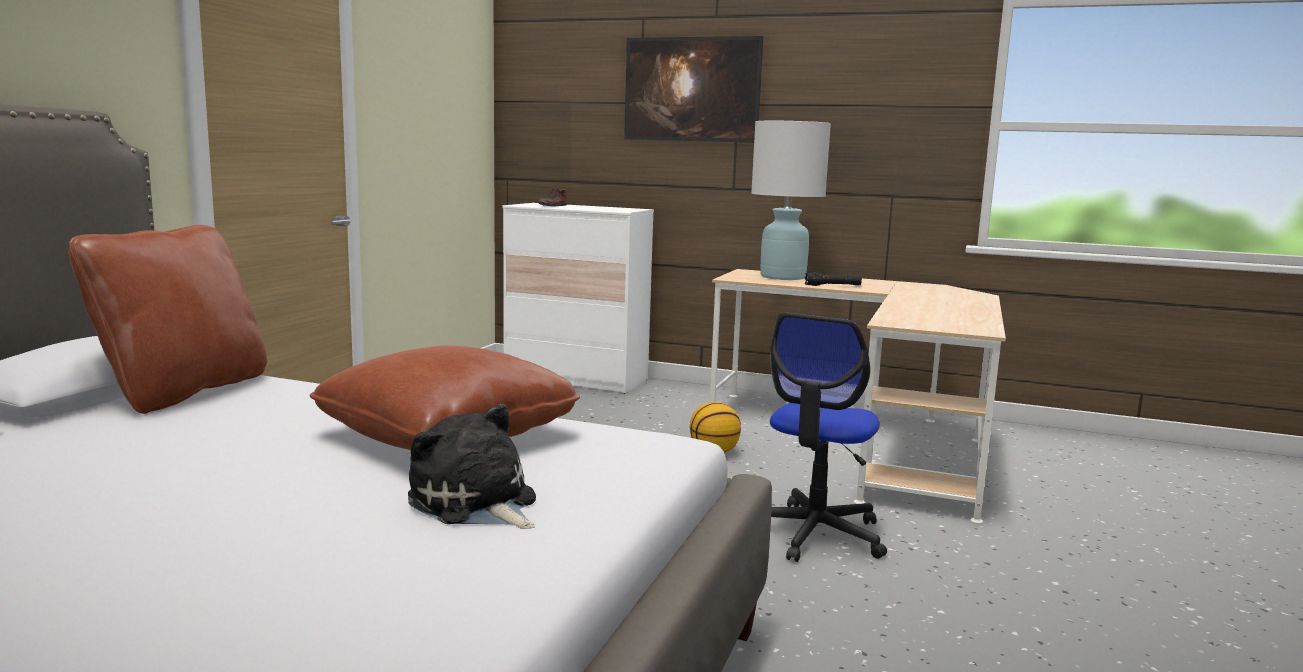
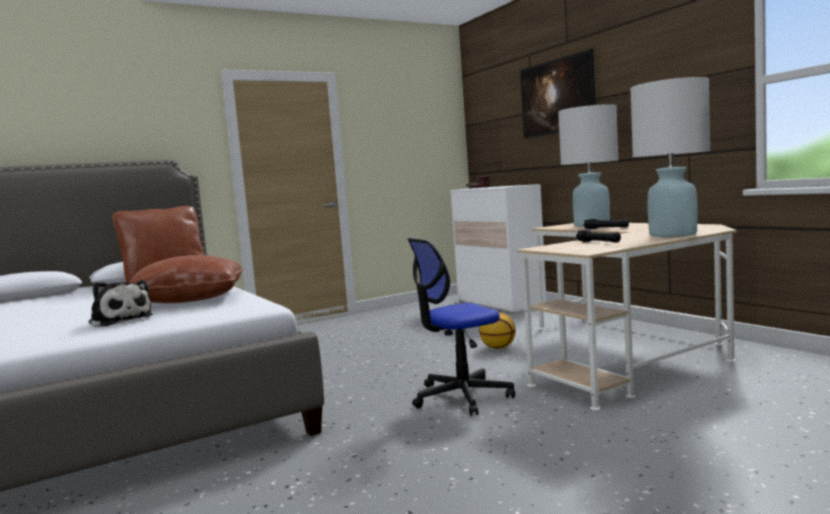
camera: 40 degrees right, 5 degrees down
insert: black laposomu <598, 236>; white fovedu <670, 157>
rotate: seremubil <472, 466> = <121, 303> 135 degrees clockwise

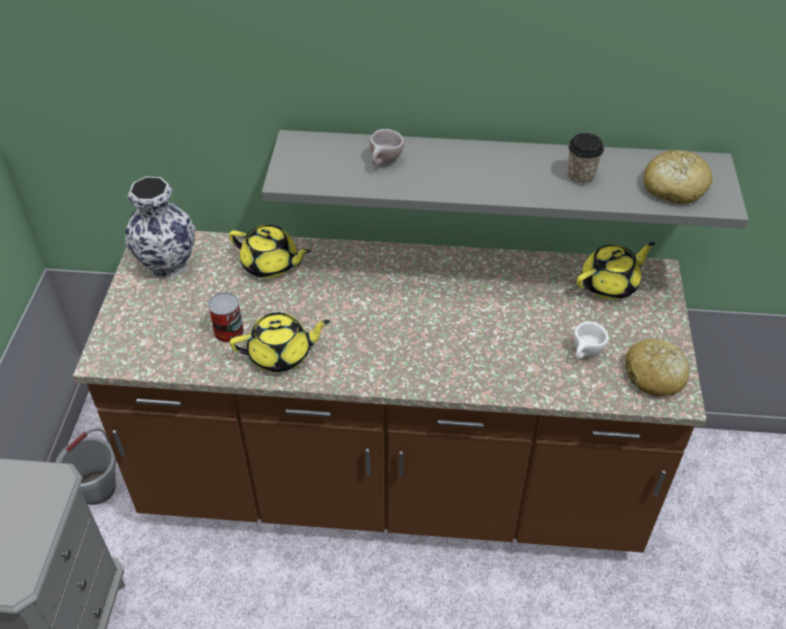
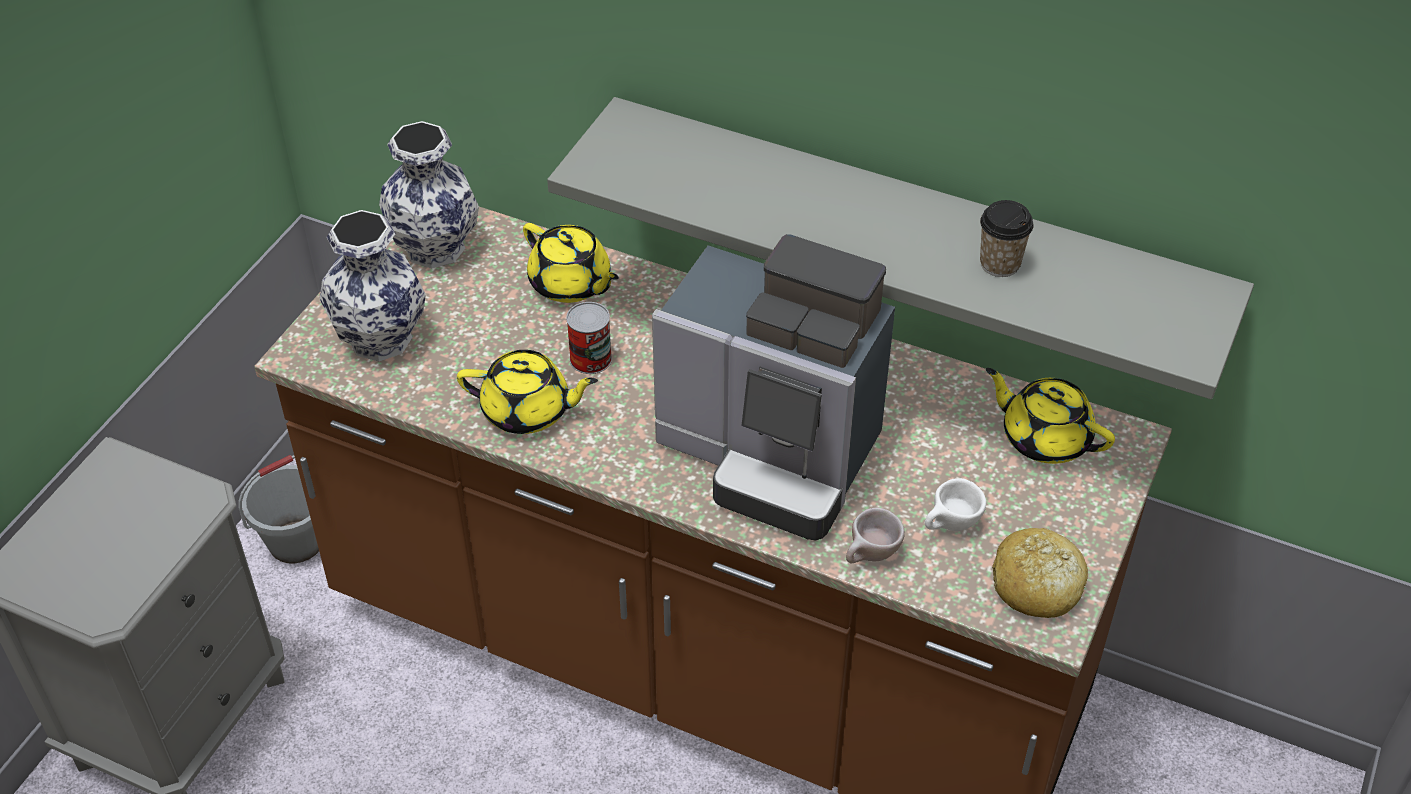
camera: 20 degrees right, 0 degrees up
delete: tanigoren <678, 177>
insert: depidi <373, 285>; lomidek <773, 387>
move: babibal <226, 317> to <589, 338>; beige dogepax <387, 147> to <875, 535>
rotate: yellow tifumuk <616, 270> = <1050, 416> 135 degrees counterclockwise

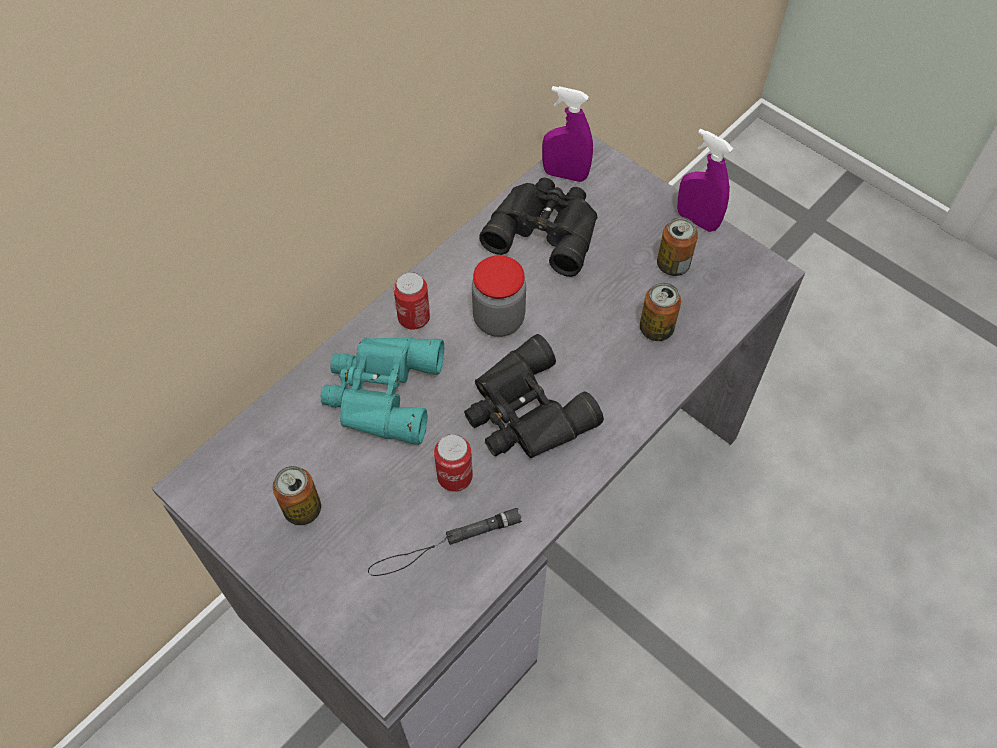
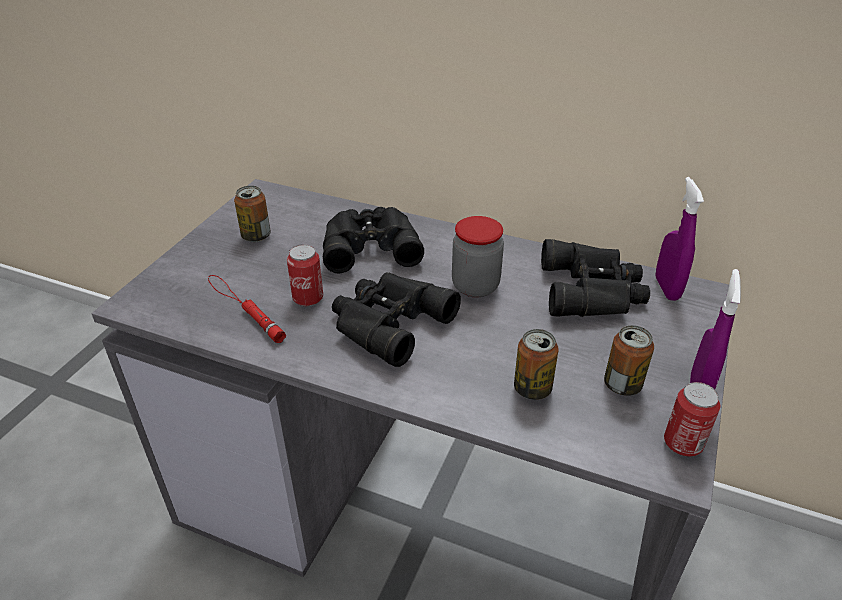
camera: 70 degrees right, 20 degrees down
move: babibal <412, 301> to <692, 419>
recolor: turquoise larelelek <382, 391> to black larelelek <373, 240>; black laposomu <445, 542> to red laposomu <247, 309>

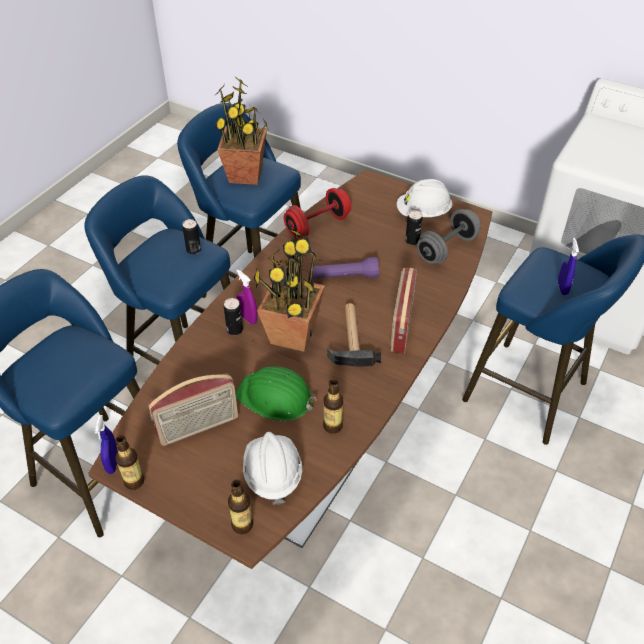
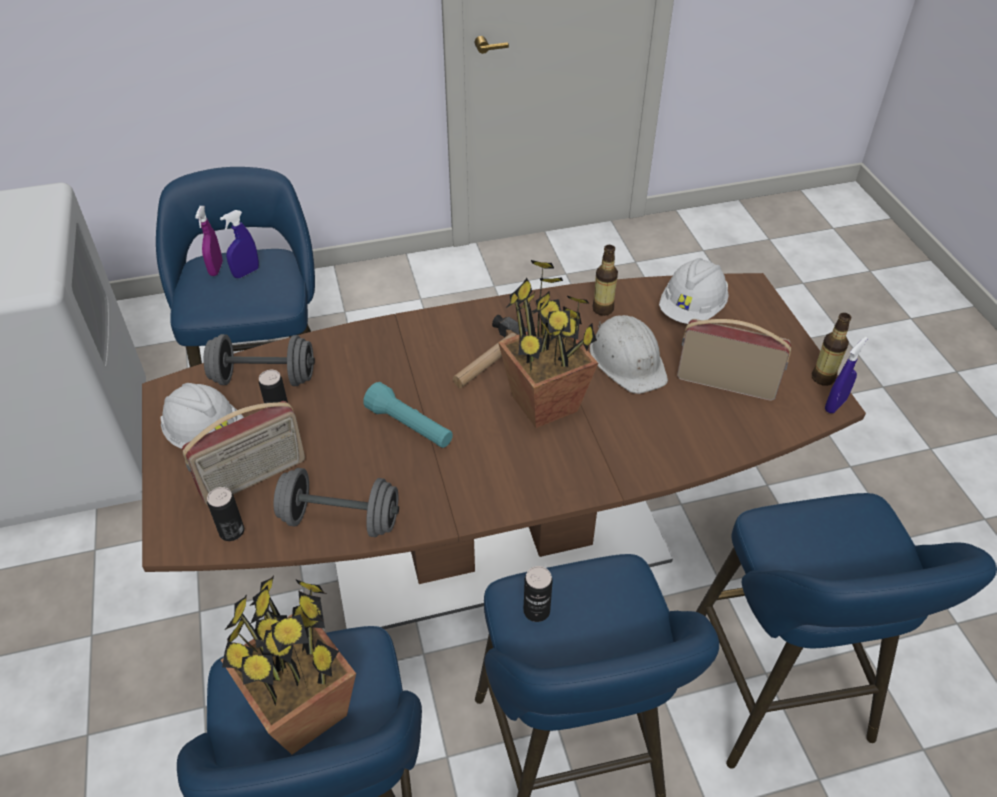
camera: 135 degrees left, 0 degrees up
delete: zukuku <240, 507>
move: babibal <233, 316> to <225, 514>; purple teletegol <247, 297> to <209, 241>; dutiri <404, 311> to <243, 453>
recolor: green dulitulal <276, 393> to white dulitulal <629, 354>; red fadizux <317, 213> to grey fadizux <336, 502>; purple laposomu <345, 268> to turquoise laposomu <408, 415>

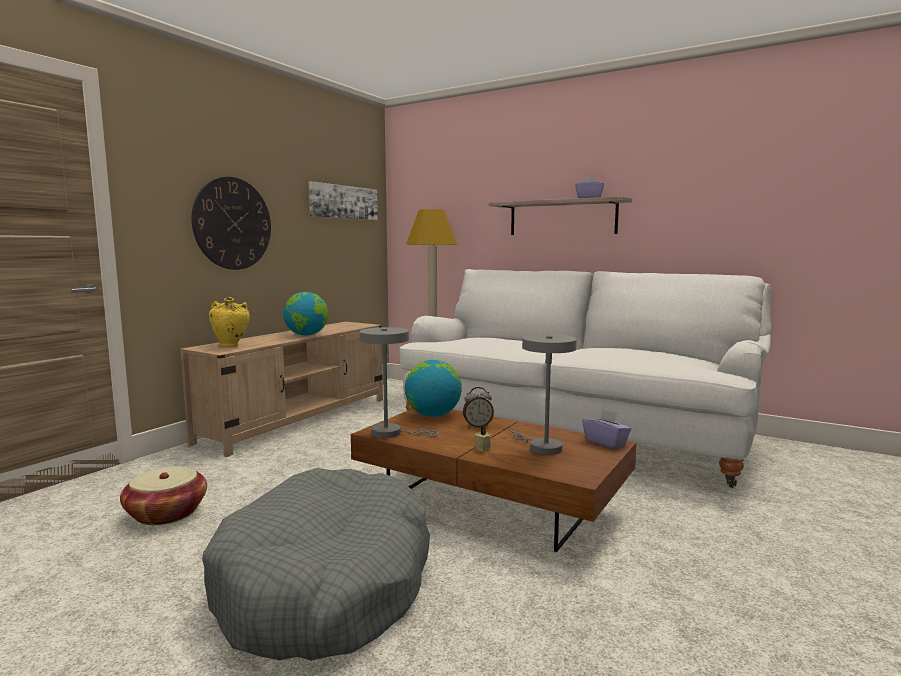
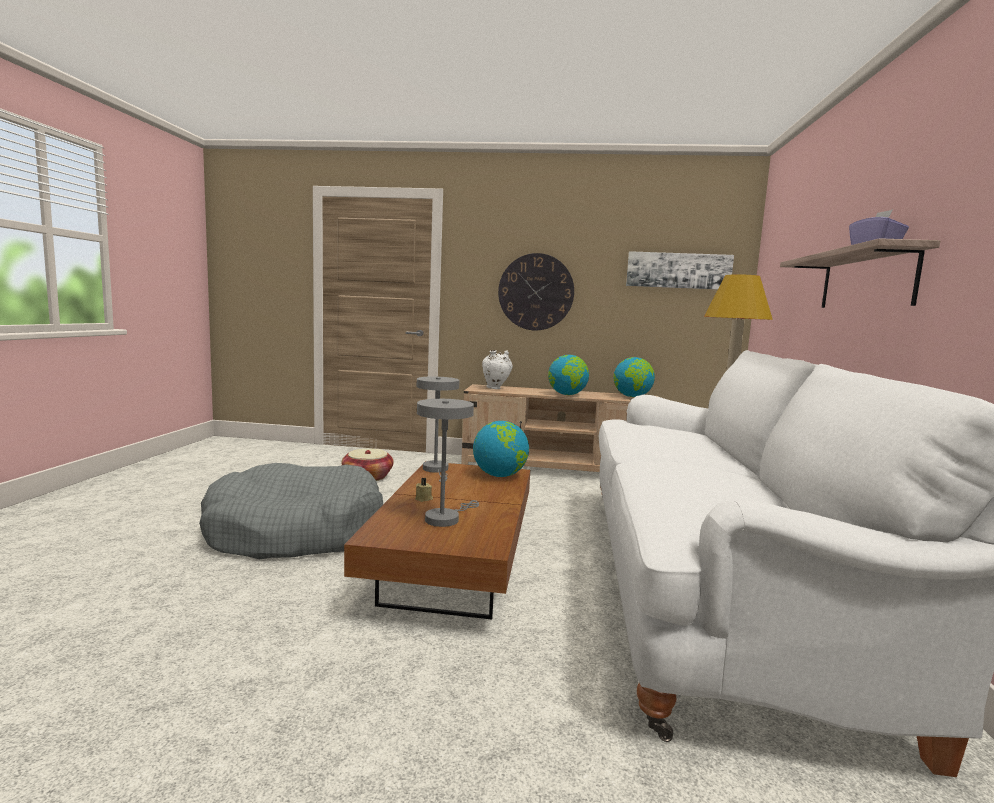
camera: 65 degrees right, 0 degrees up
delete: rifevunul <478, 407>; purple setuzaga <606, 428>
insert: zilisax <634, 377>
recolor: yellow depidi <229, 321> to white depidi <497, 369>

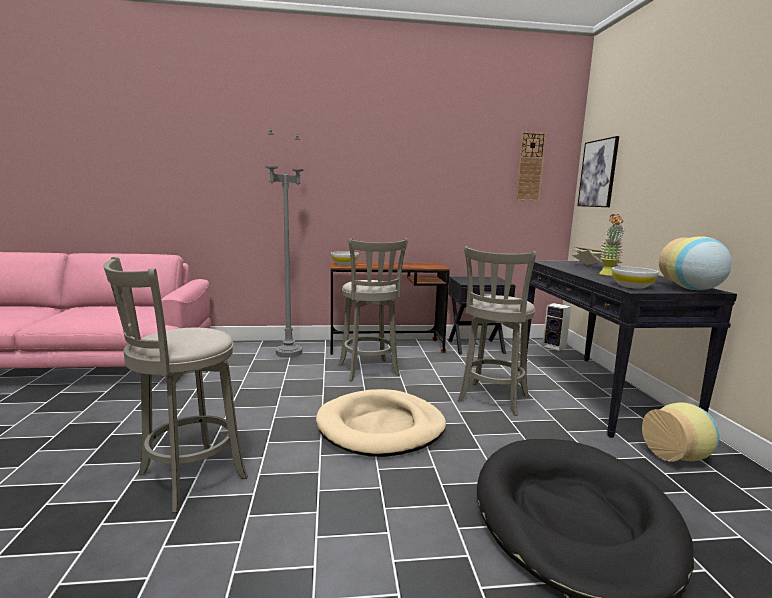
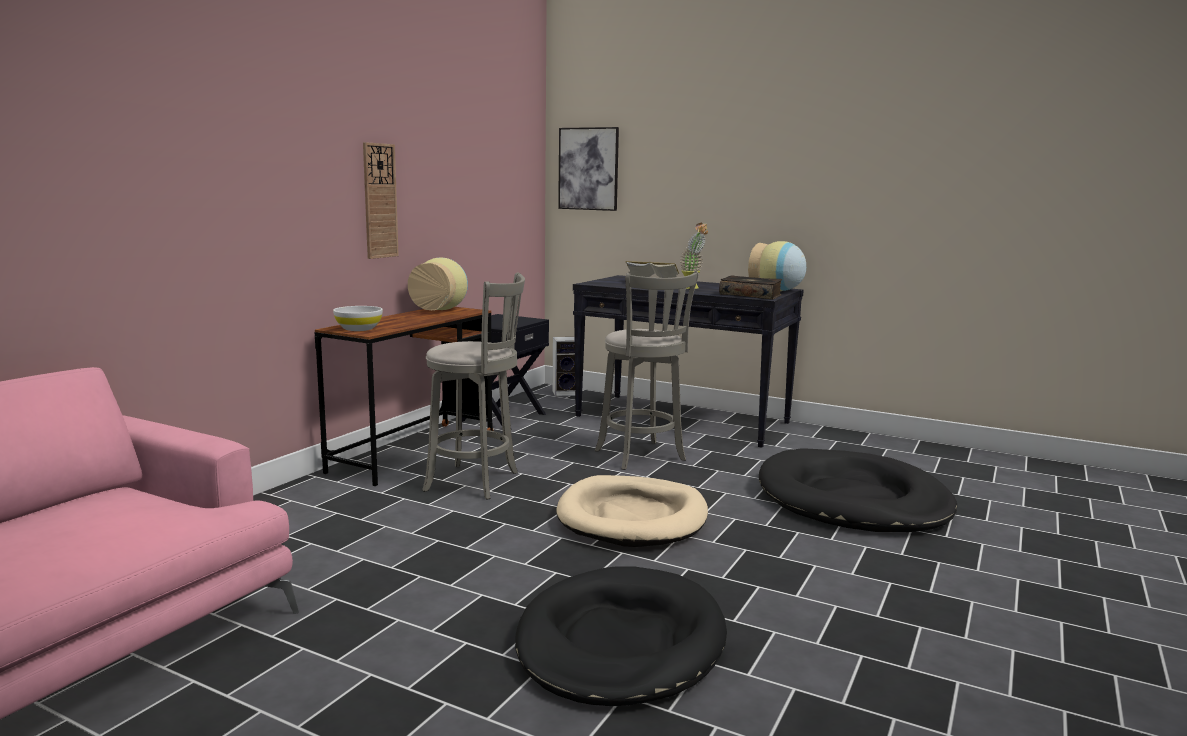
camera: 55 degrees left, 0 degrees up
delete: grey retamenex <284, 243>
move: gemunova <531, 166> to <381, 200>; depidi <681, 432> to <438, 284>
replace: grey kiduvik <175, 385> to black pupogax <621, 636>; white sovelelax <635, 277> to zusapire <750, 288>

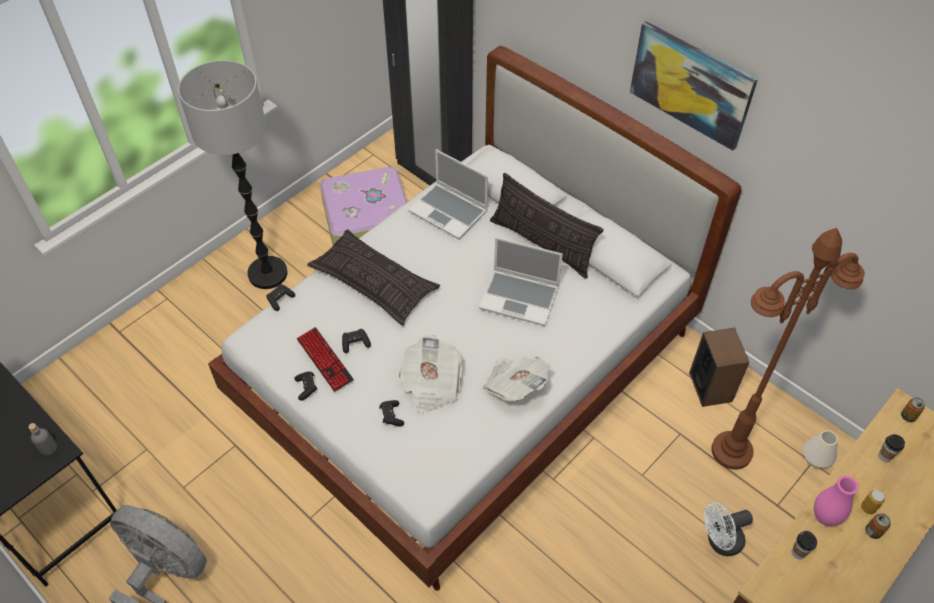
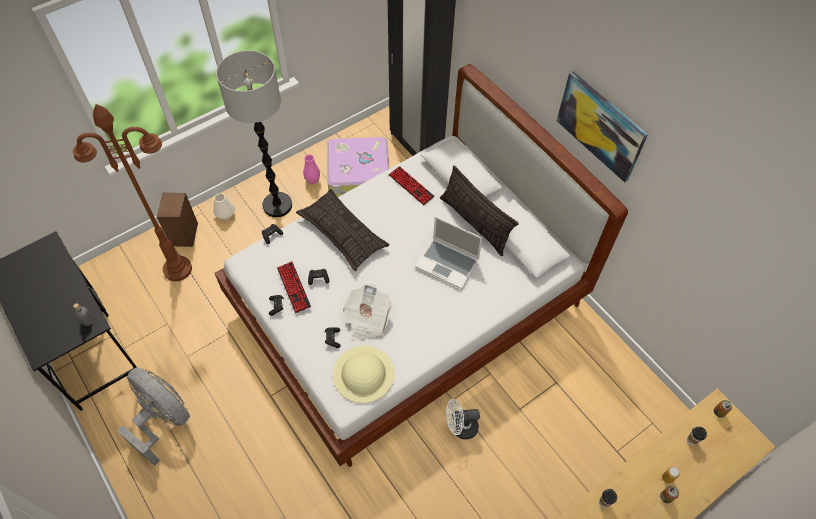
camera: 10 degrees right, 5 degrees up
delete: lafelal <517, 379>
insert: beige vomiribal <363, 374>
move: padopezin <719, 367> to <177, 220>; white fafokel <728, 529> to <463, 419>; brown retamenex <788, 349> to <132, 192>; white depidi <820, 449> to <224, 206>; pink depidi <836, 501> to <311, 169>
replace: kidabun <448, 194> to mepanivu <412, 185>

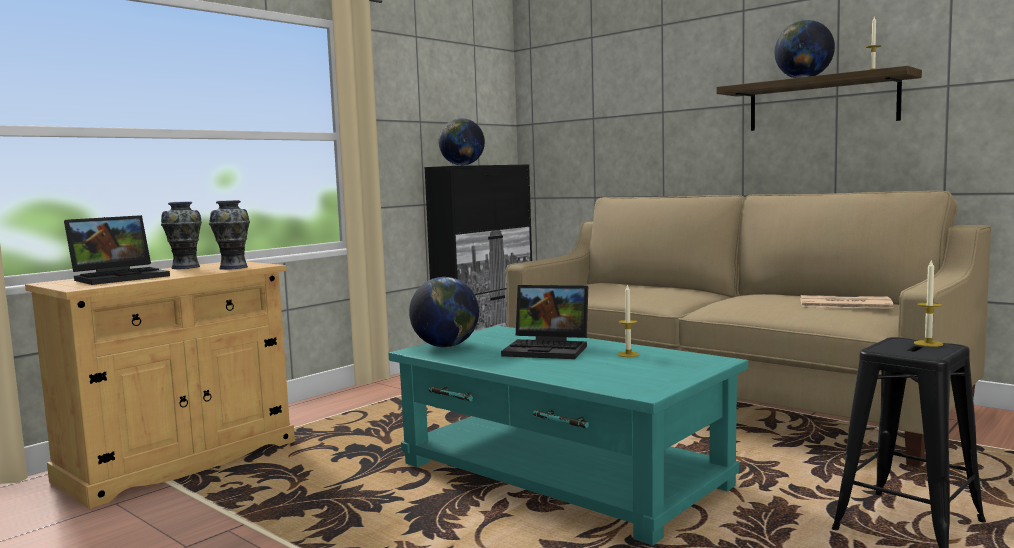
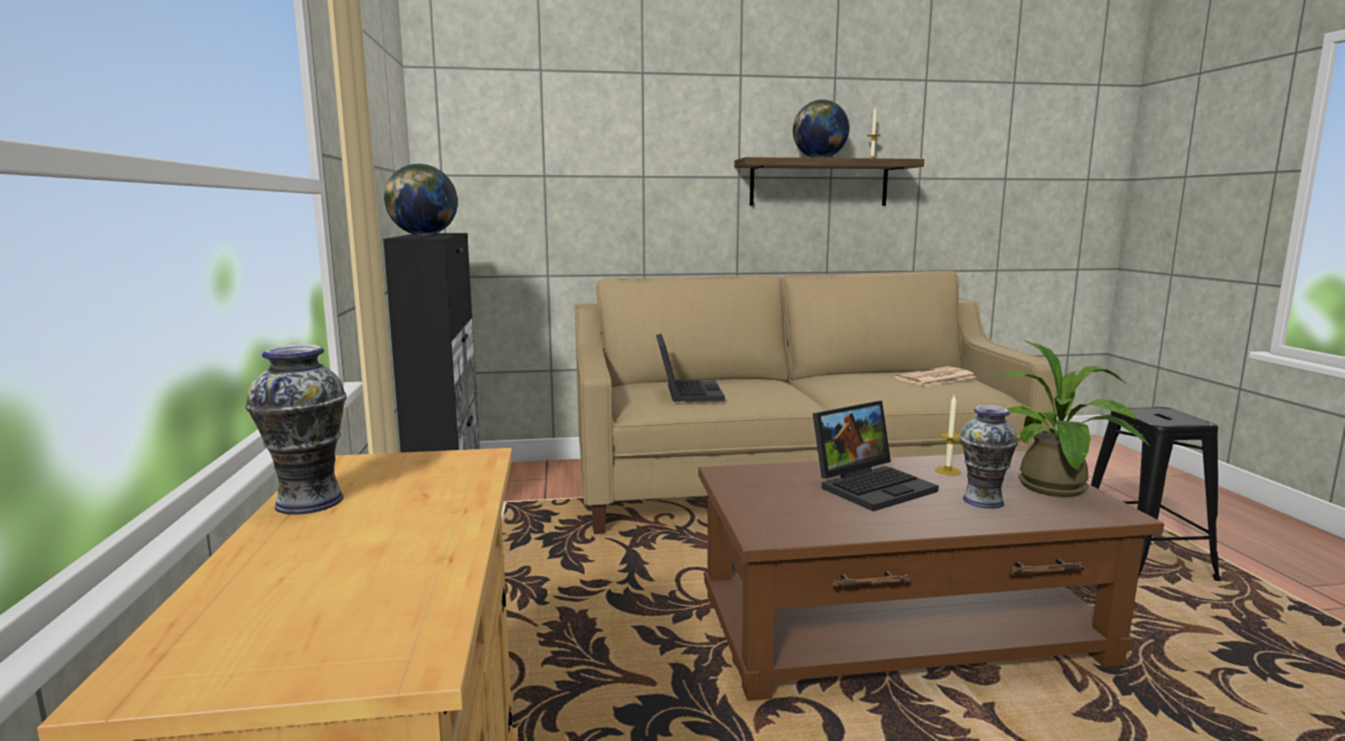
camera: 50 degrees left, 5 degrees up
delete: zilisax <444, 312>; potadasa <928, 303>
insert: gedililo <1073, 418>
move: kidabun <117, 250> to <690, 368>; depidi <229, 235> to <989, 457>
recolor: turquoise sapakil <568, 435> to brown sapakil <931, 576>

